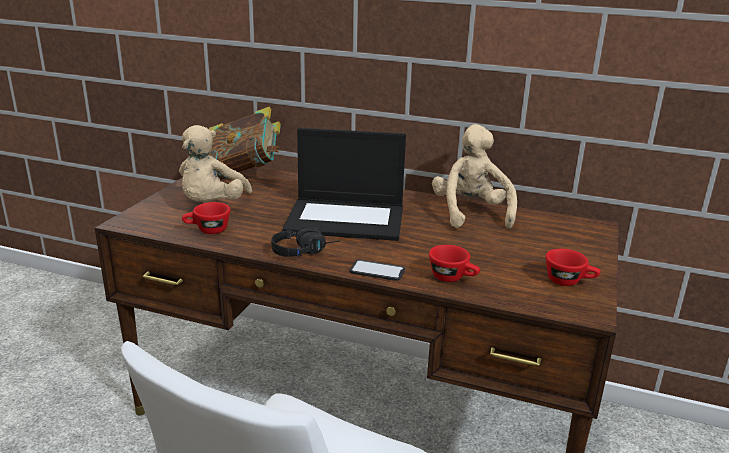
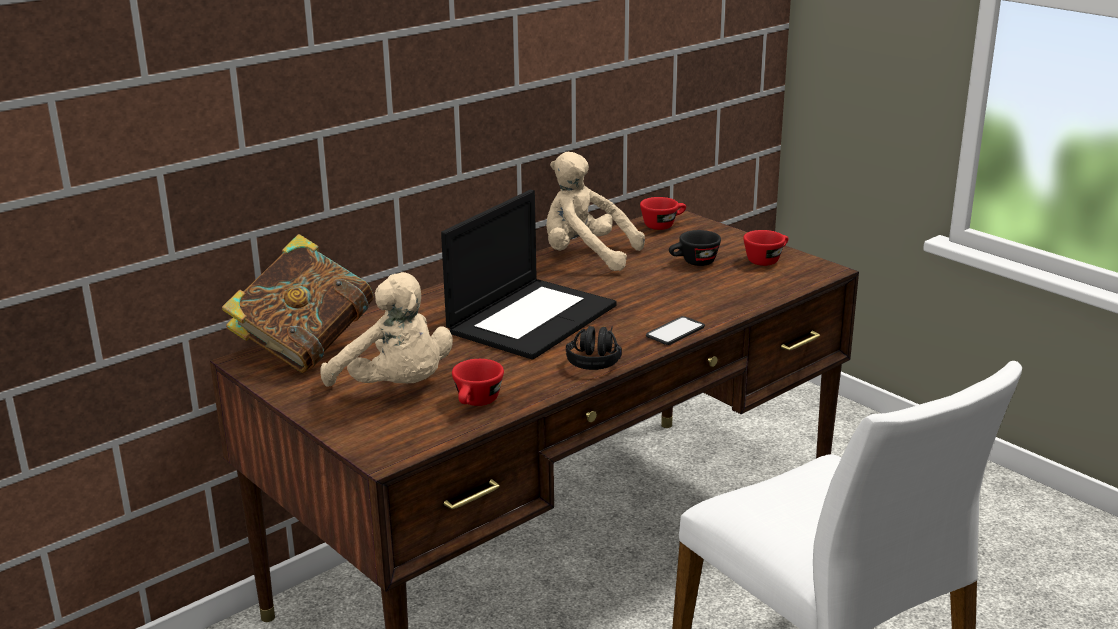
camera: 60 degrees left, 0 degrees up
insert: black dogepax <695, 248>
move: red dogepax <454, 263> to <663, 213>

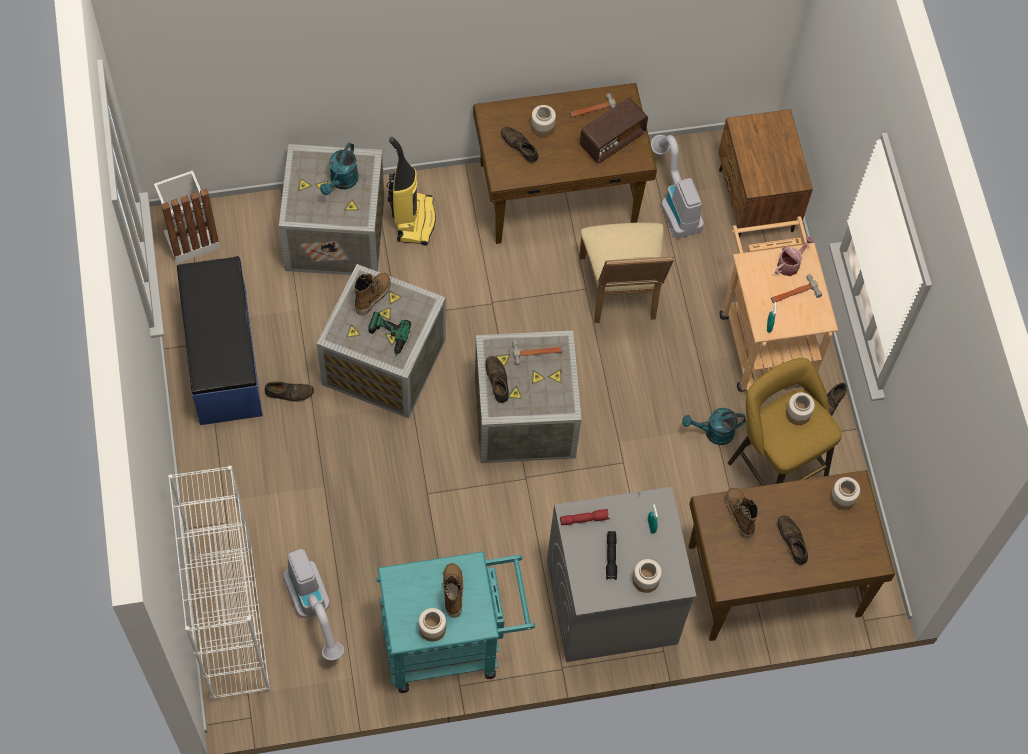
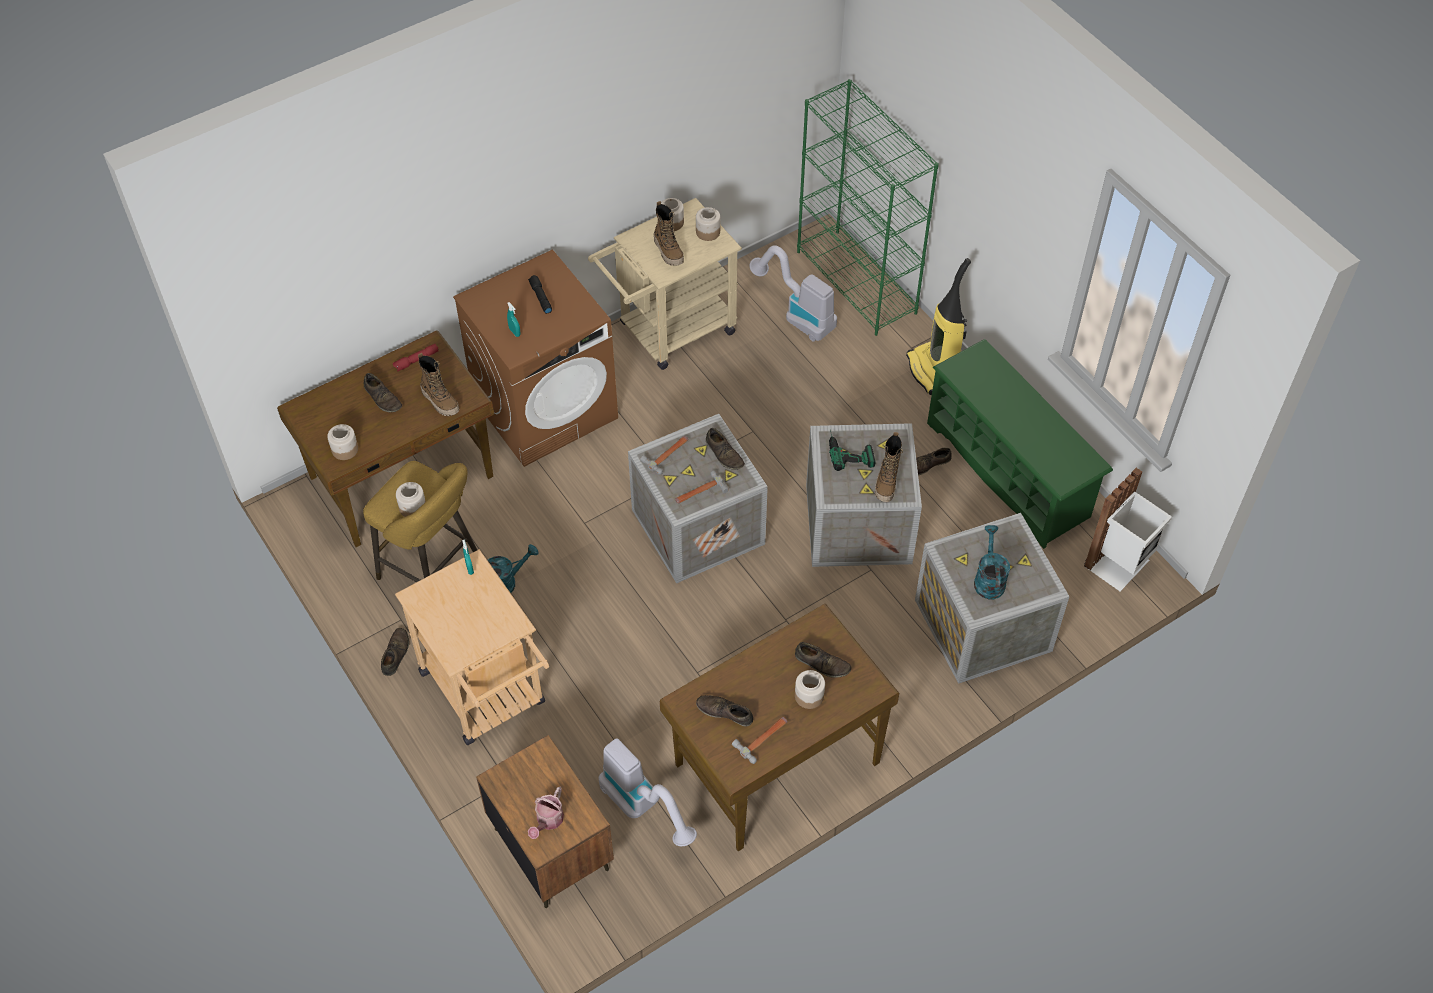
camera: 160 degrees right, 10 degrees down
delete: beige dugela <626, 273>
move: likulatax <411, 191> to <938, 326>; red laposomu <585, 517> to <415, 358>; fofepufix <647, 576> to <708, 224>; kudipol <796, 288> to <664, 455>; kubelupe <794, 256> to <546, 812>
replace: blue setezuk <220, 340> to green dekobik <1020, 444>; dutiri <614, 131> to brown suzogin <724, 711>
recolor: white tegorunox <219, 583> to green tegorunox <868, 207>; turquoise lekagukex <455, 622> to beige lekagukex <665, 284>; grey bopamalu <621, 574> to brown bopamalu <535, 358>

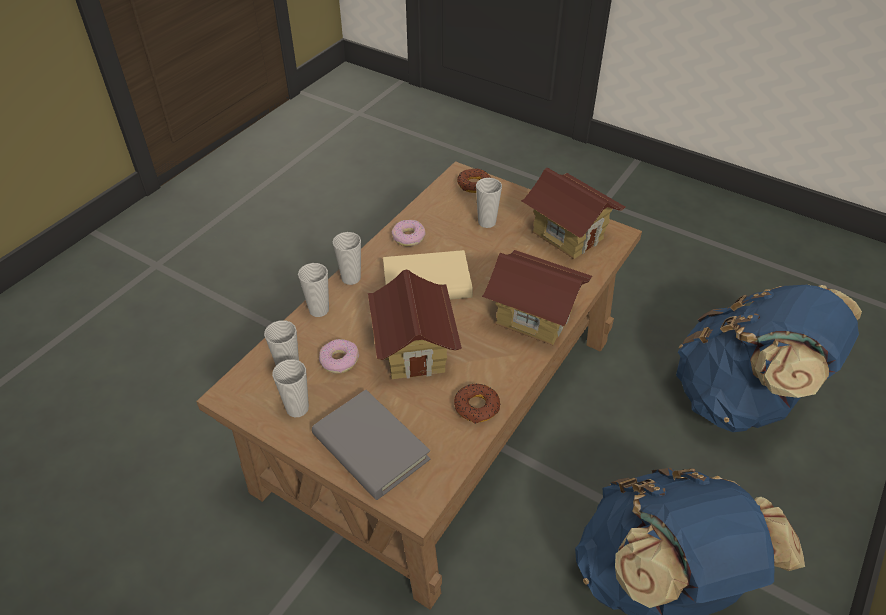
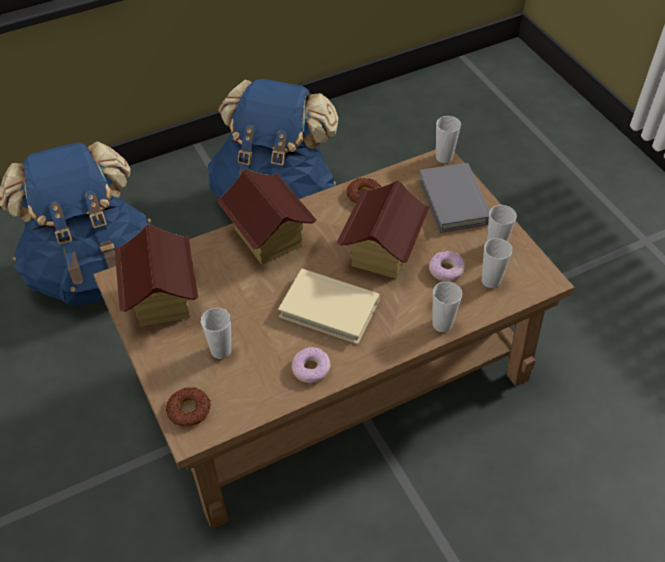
camera: 150 degrees left, 5 degrees up
move: dogepax <346, 258> to <448, 139>

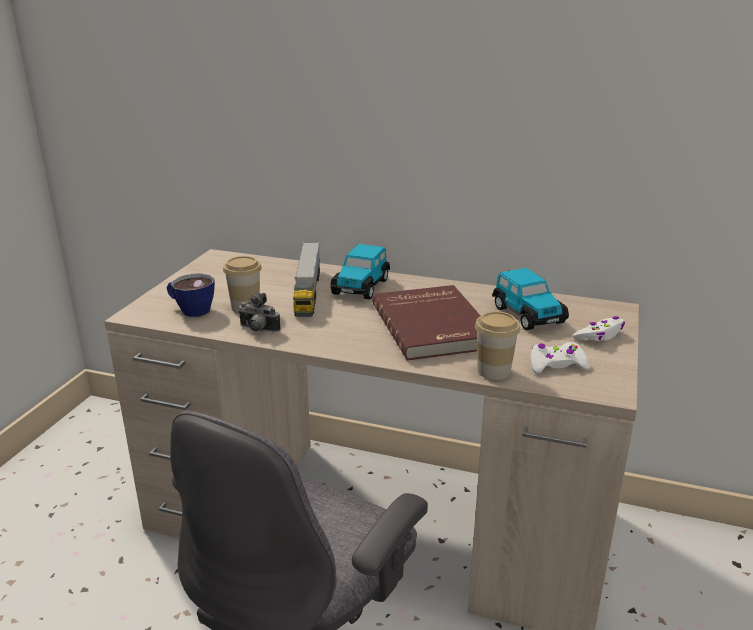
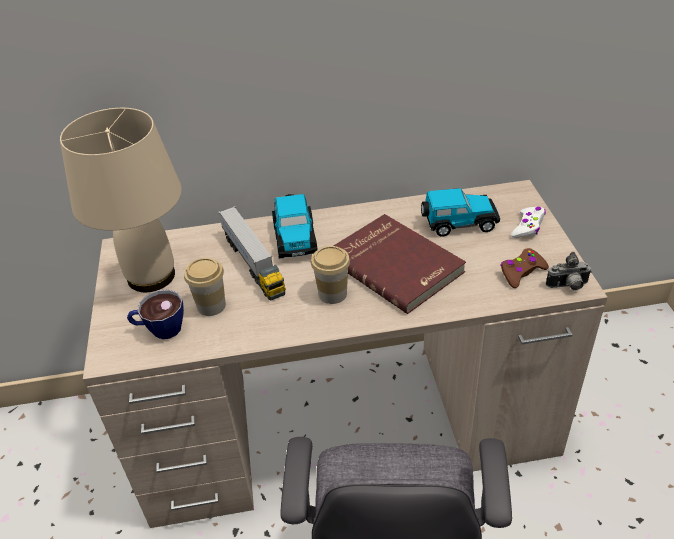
camera: 25 degrees left, 15 degrees up
insert: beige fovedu <121, 200>
move: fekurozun <259, 312> to <569, 271>; dogepax <497, 345> to <330, 275>
recolor: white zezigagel <560, 358> to brown zezigagel <524, 268>
rotate: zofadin <530, 299> = <460, 212> 45 degrees counterclockwise

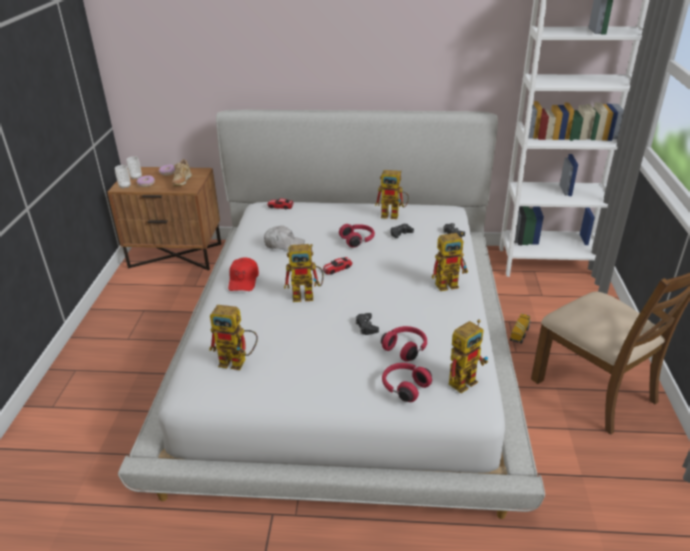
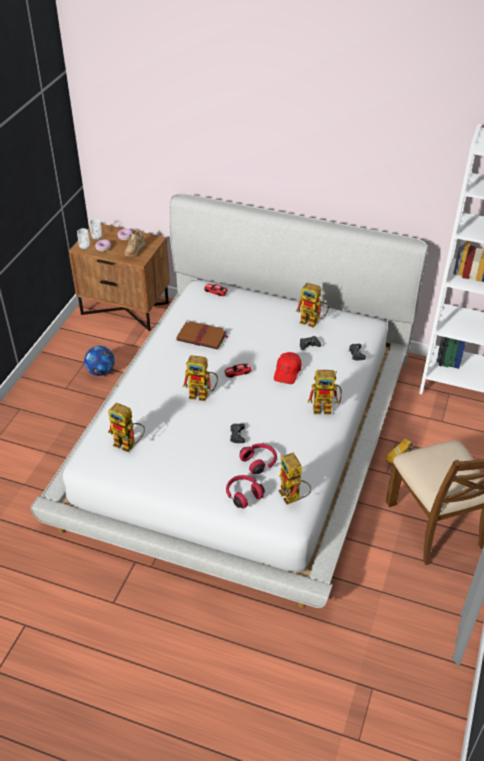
camera: 15 degrees right, 10 degrees up
delete: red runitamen <357, 236>
insert: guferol <99, 361>
move: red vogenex <243, 274> to <288, 368>
replace: white vogenex <284, 237> to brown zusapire <202, 334>
rotate: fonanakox <468, 356> = <294, 478> 90 degrees clockwise

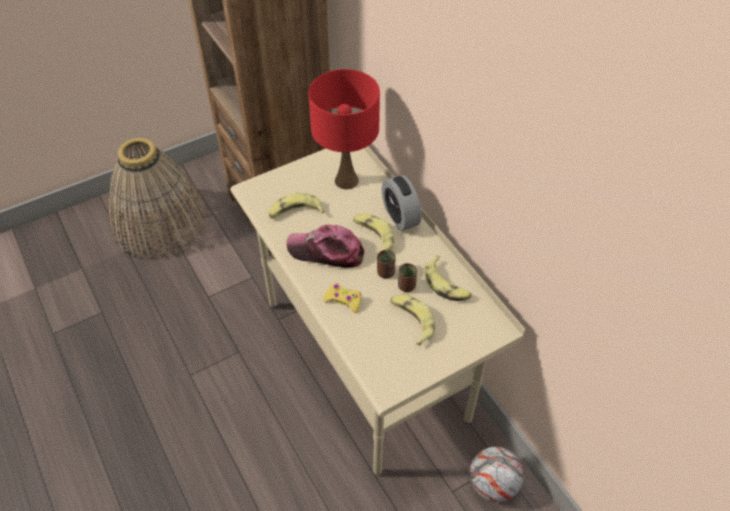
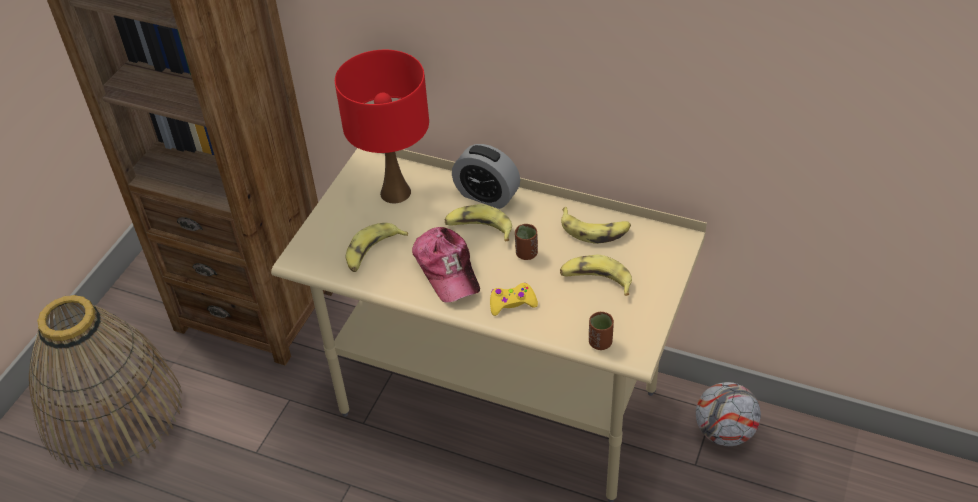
camera: 35 degrees left, 5 degrees down
move: brown dogepax <407, 277> to <601, 331>
rotate: vogenex <325, 246> = <446, 265> 90 degrees counterclockwise

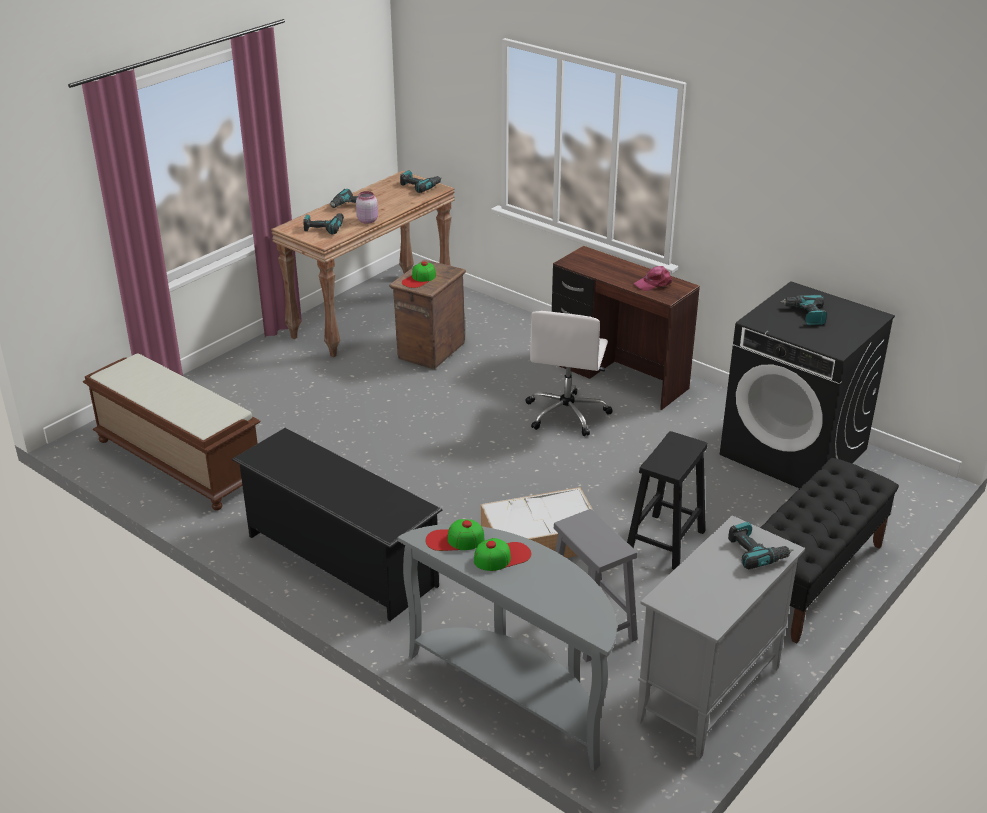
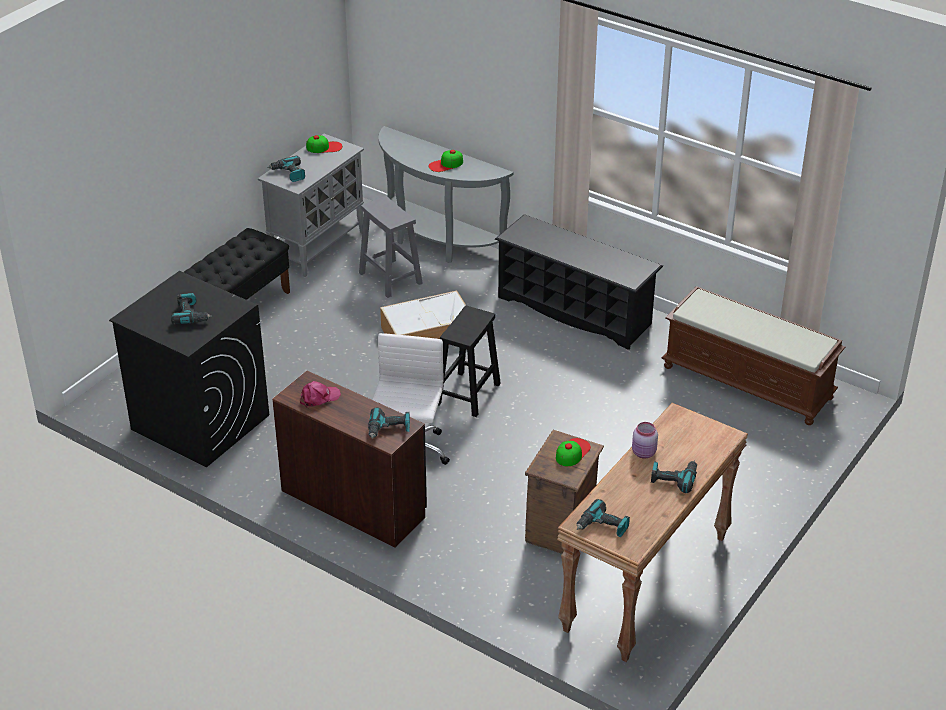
camera: 175 degrees right, 5 degrees up
move: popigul <323, 223> to <389, 422>; vogenex <454, 535> to <324, 144>; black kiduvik <667, 500> to <469, 361>

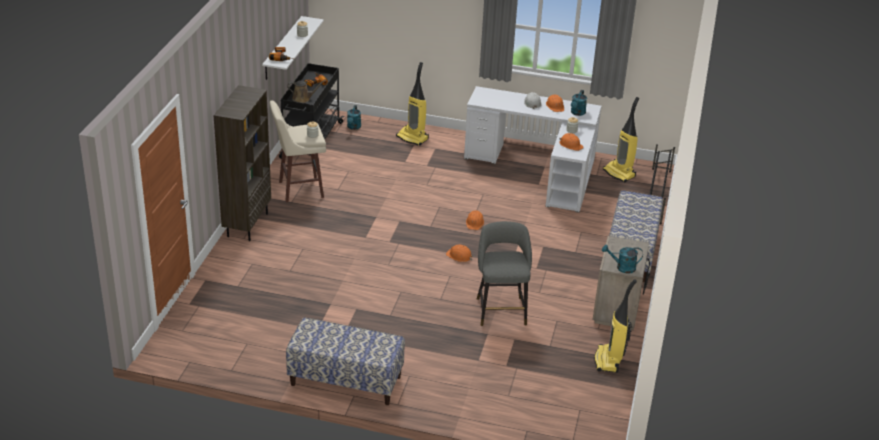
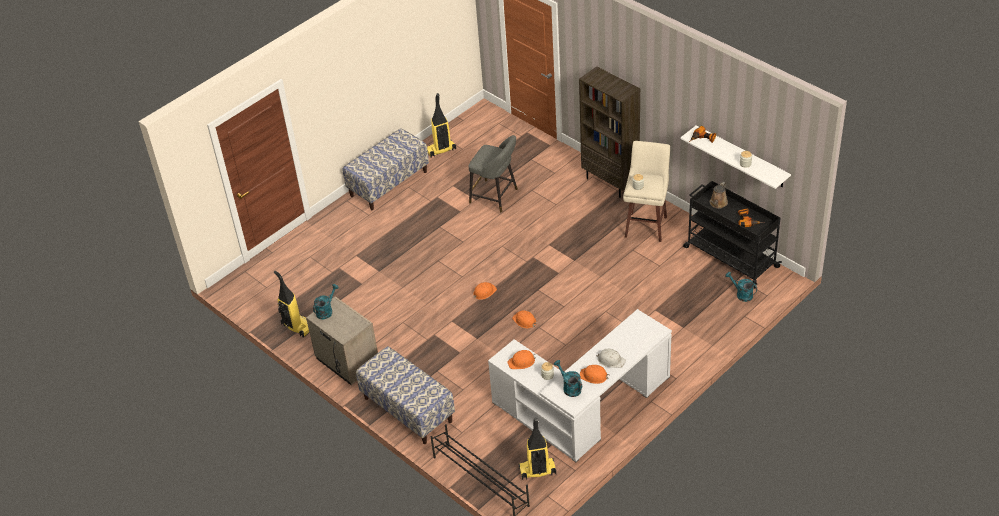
camera: 125 degrees right, 10 degrees up
move: likulatax <412, 104> to <441, 125>; grey kiduvik <504, 273> to <493, 173>

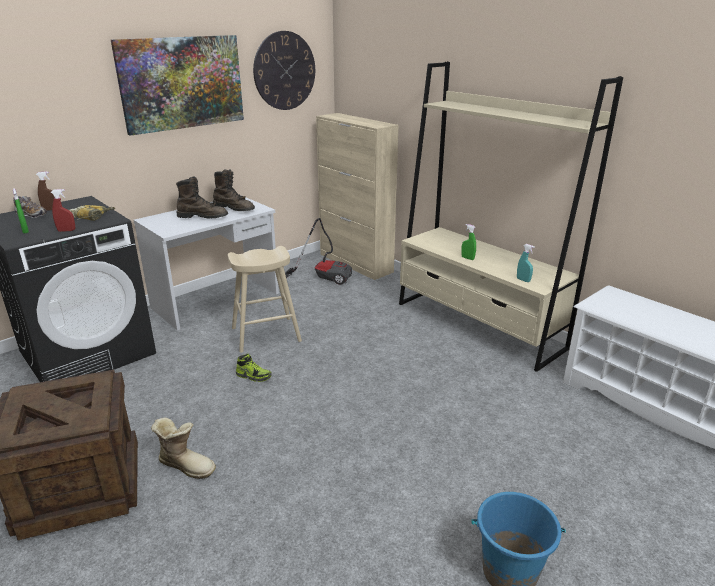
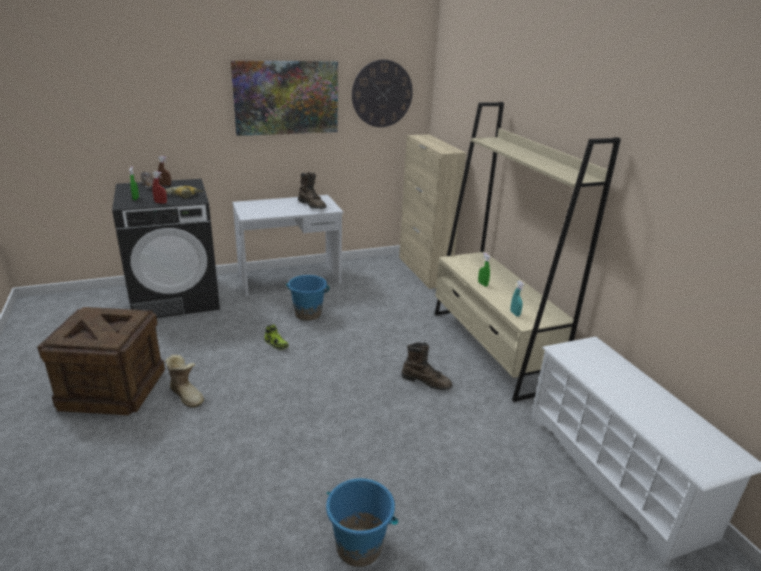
camera: 20 degrees right, 0 degrees up
delete: likulatax <318, 251>
move: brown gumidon <202, 197> to <426, 366>
replace: beige kiduvik <265, 299> to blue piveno <307, 298>

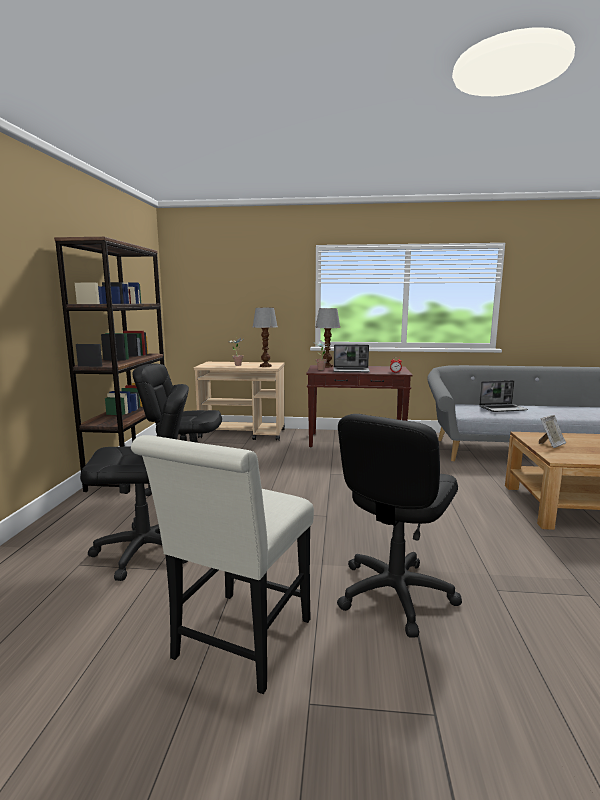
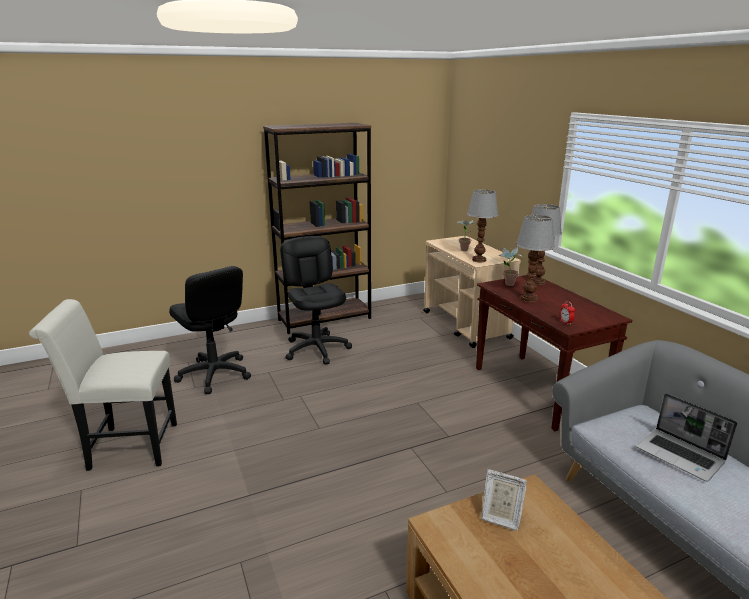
camera: 60 degrees right, 10 degrees up
delete: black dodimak <399, 526>
replace: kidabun <351, 358> to fovedu <535, 258>

